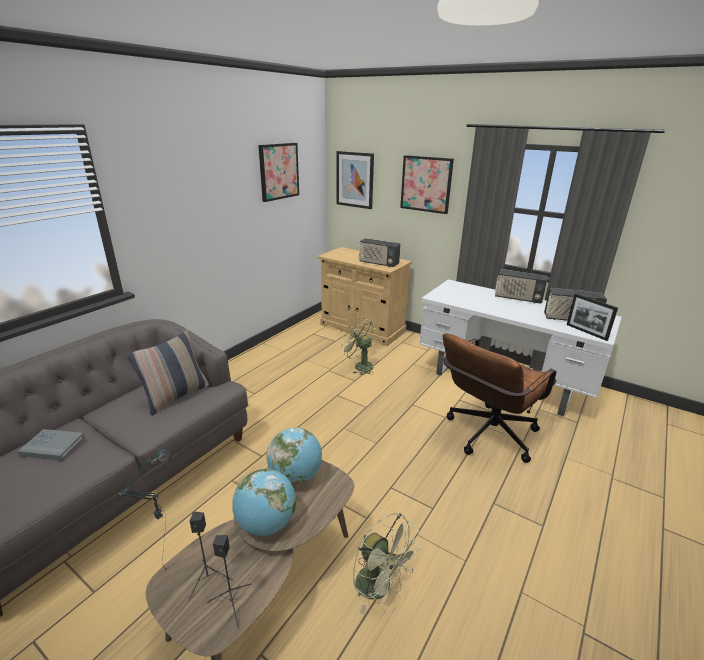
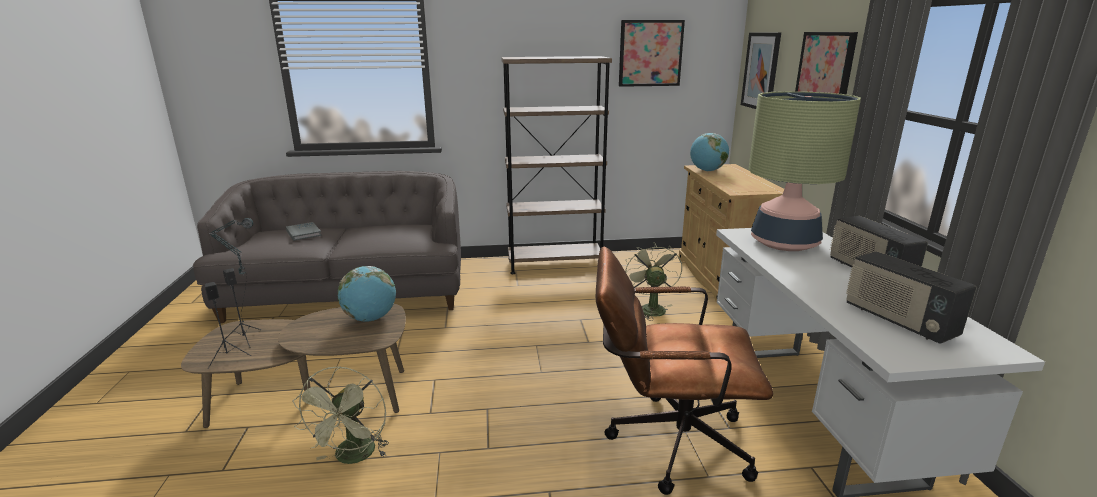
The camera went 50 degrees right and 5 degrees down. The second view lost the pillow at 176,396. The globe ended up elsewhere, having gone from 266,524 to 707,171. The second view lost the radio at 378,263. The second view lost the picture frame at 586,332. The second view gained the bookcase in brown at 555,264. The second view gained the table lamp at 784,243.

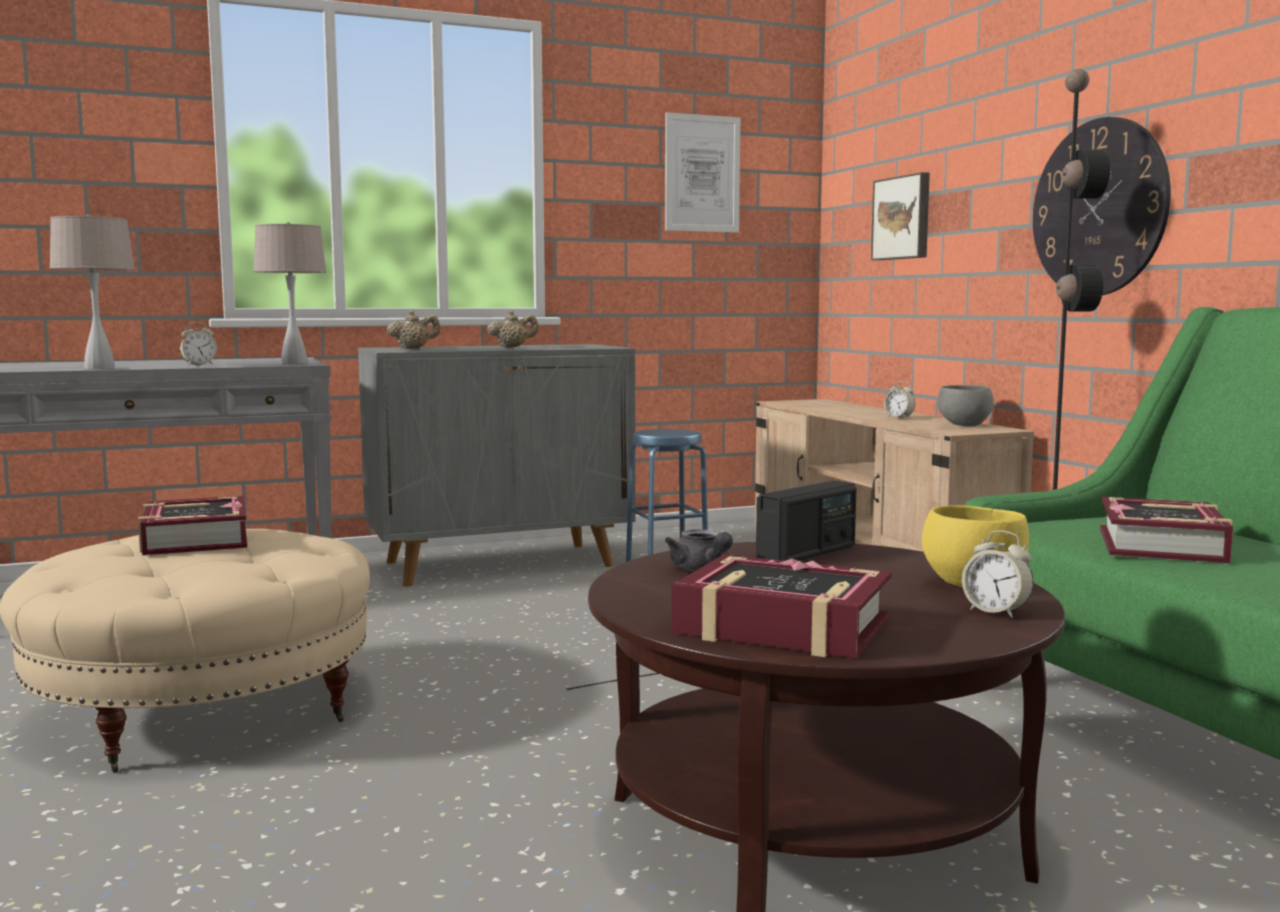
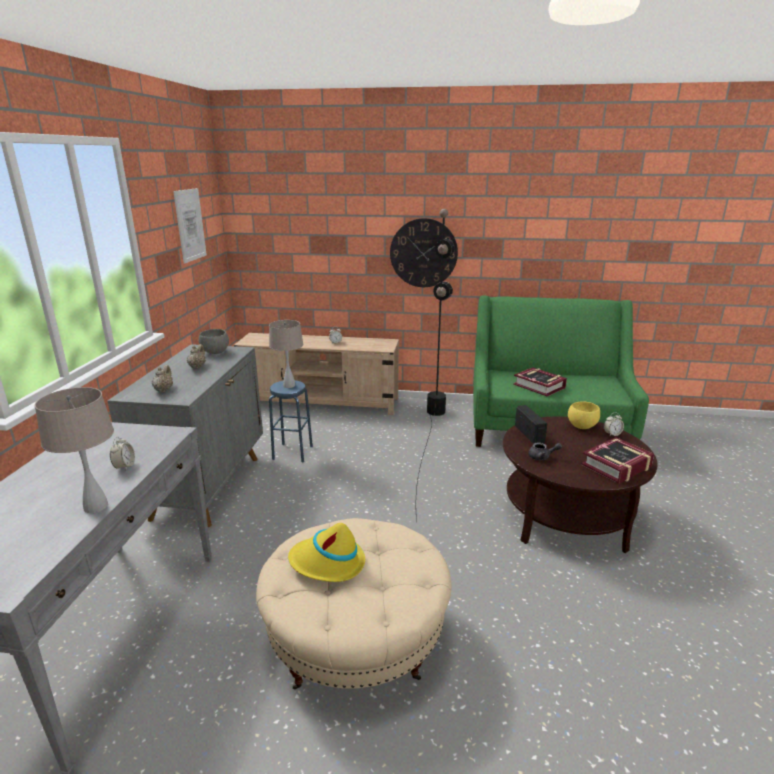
The camera went 60 degrees left and 15 degrees up. Where the book stood at 195,540, the hat in yellow came to stand at 327,563. The table lamp in beige ended up elsewhere, having gone from 294,362 to 289,385. The second view lost the picture at 903,218. The bowl in grey ended up elsewhere, having gone from 965,425 to 216,352.

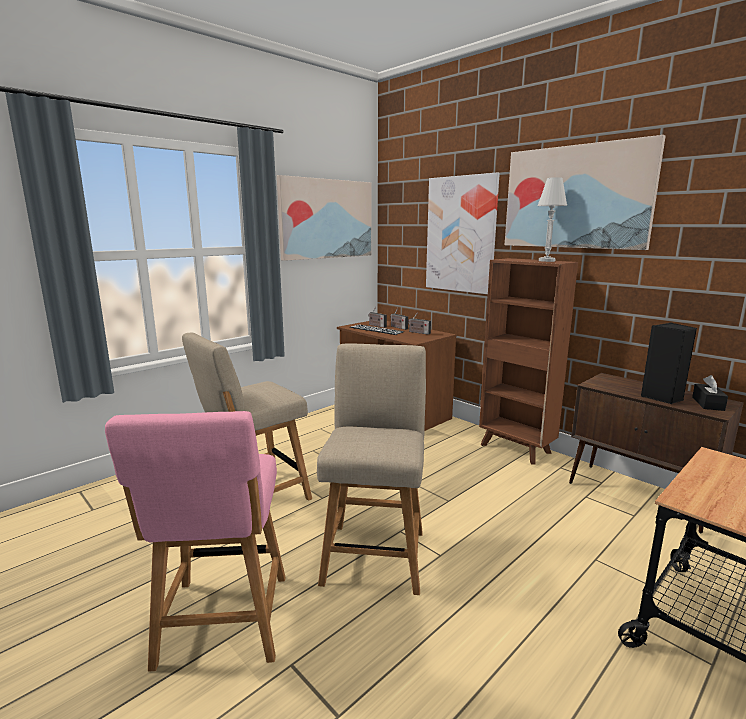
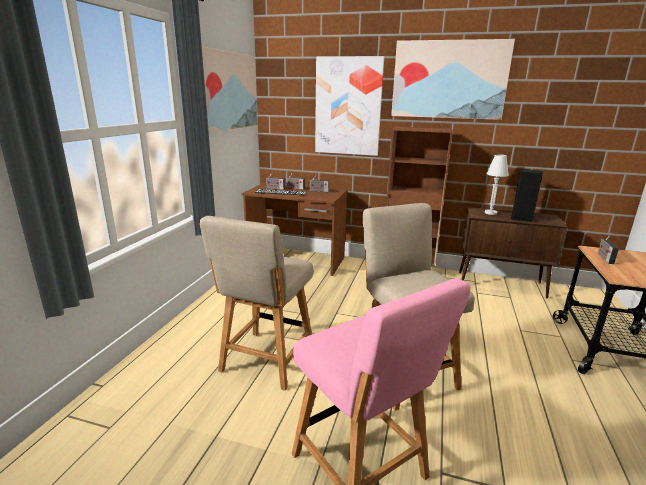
The camera went 30 degrees left and 5 degrees up. The table lamp in white ended up elsewhere, having gone from 546,261 to 490,213. The second view lost the tissue box in black at 708,404. The second view gained the radio at 604,258.

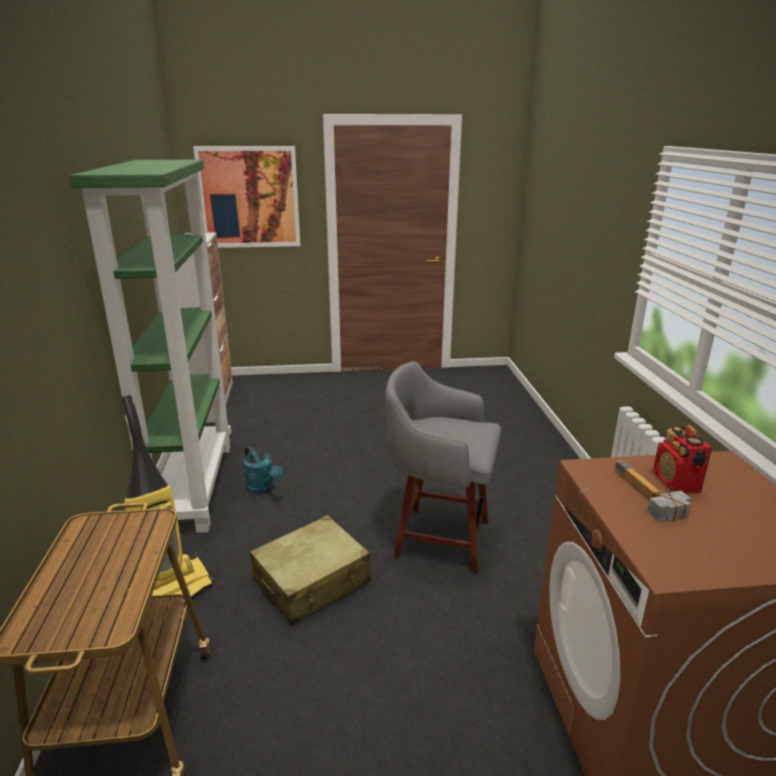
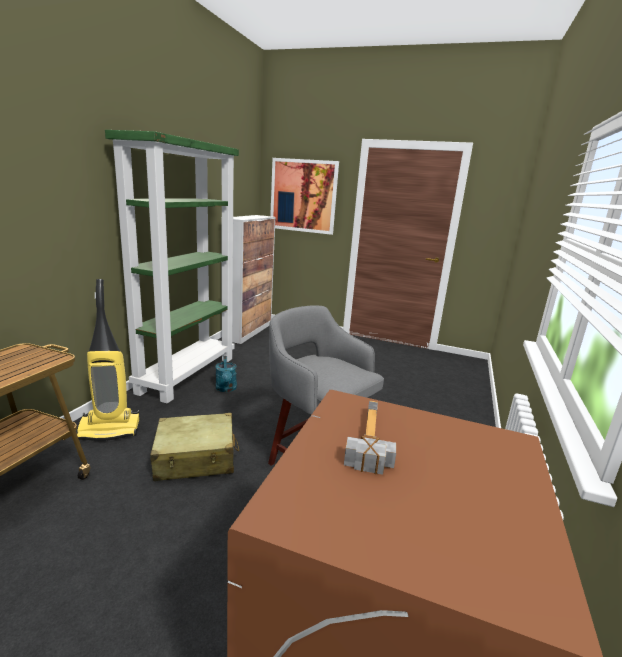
The camera went 25 degrees right and 5 degrees down. The second view lost the radio at 676,483.

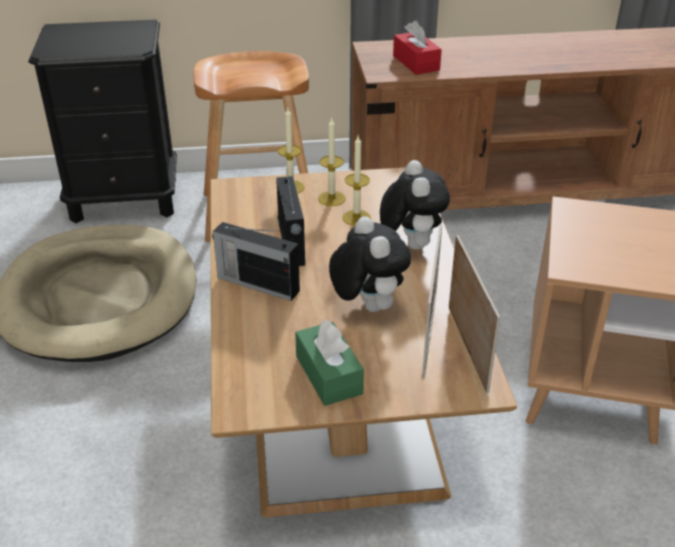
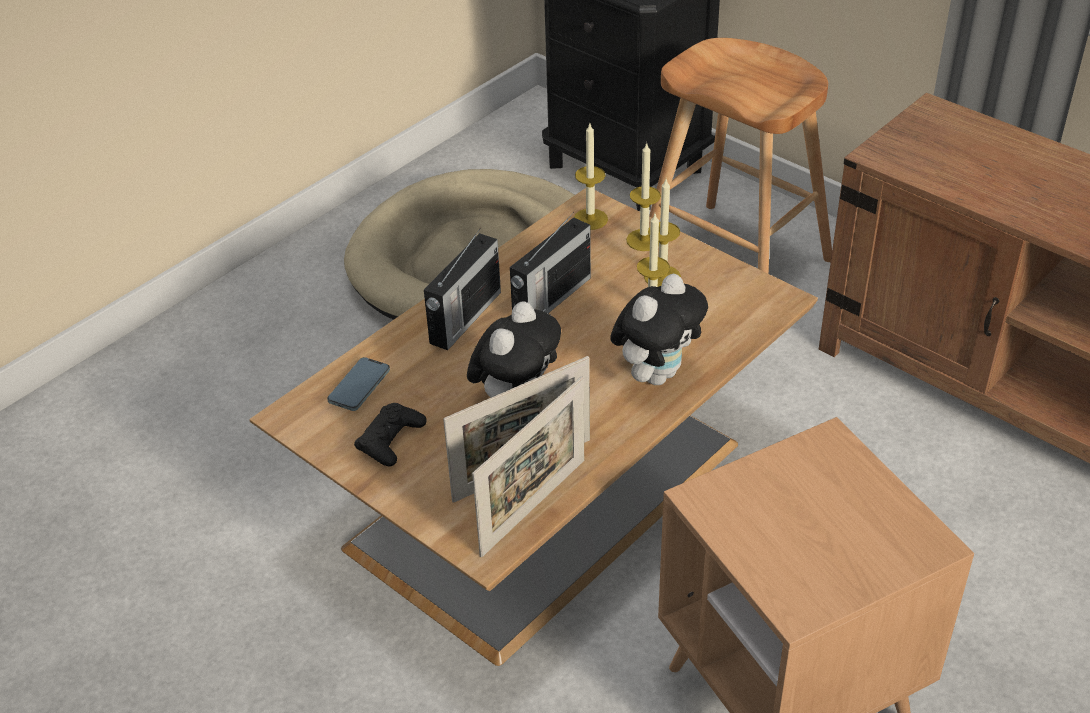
The camera went 50 degrees right and 5 degrees up. The radio at 256,283 ended up facing another way, 135 degrees counterclockwise from before. Where the tissue box in green stood at 328,375, the game controller in black came to stand at 391,440. The second view lost the tissue box in red at 416,63. The second view gained the phone at 359,387. The second view gained the candle at 590,219.

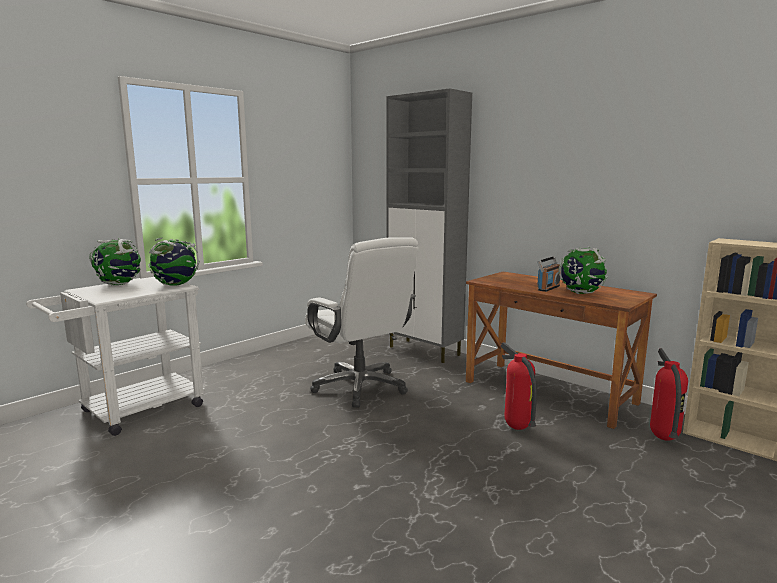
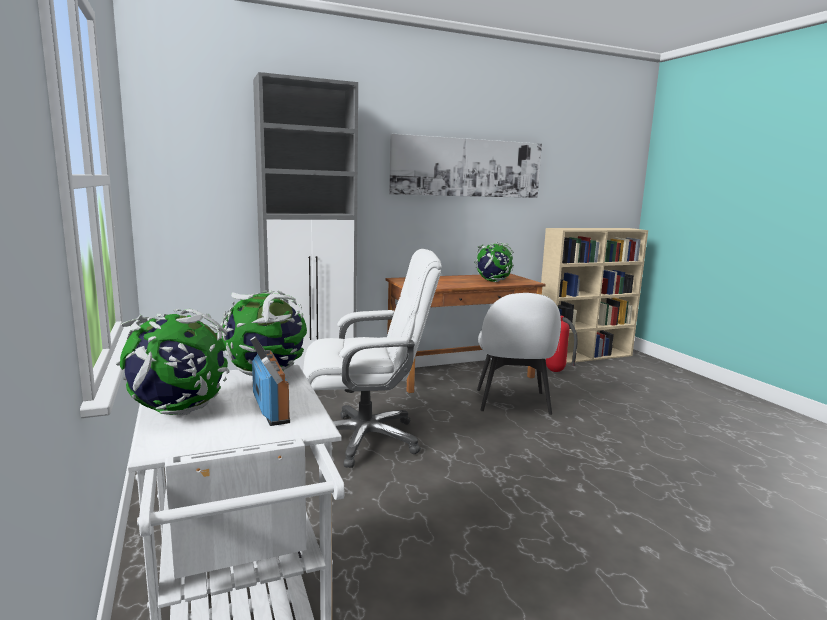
The camera went 65 degrees left and 0 degrees up. Where the fire extinguisher stood at 516,428, the chair in white came to stand at 512,402. The radio ended up elsewhere, having gone from 548,288 to 271,410. The second view gained the picture at 467,167.

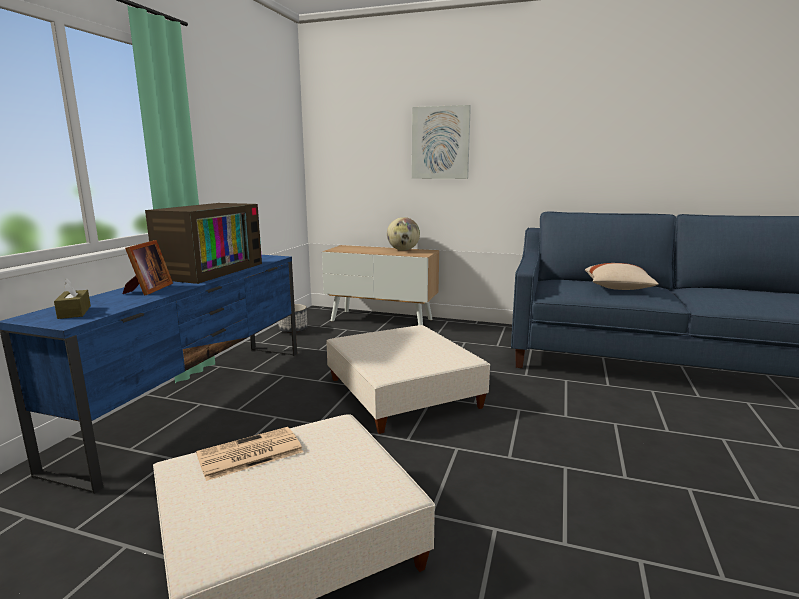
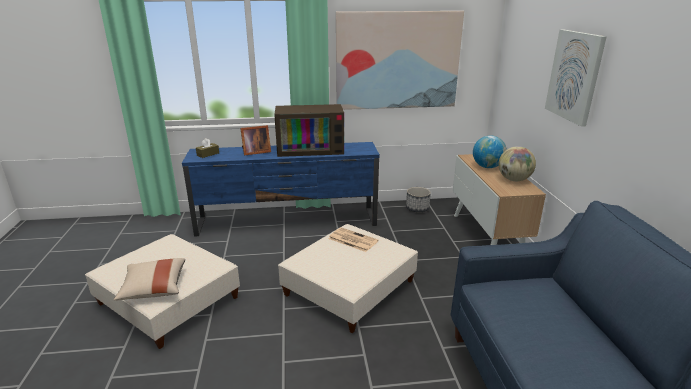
The camera went 65 degrees right and 10 degrees up. The newspaper ended up elsewhere, having gone from 249,454 to 352,240. The pillow in beige ended up elsewhere, having gone from 618,288 to 154,288. The second view gained the picture at 397,61. The second view gained the globe at 487,167.

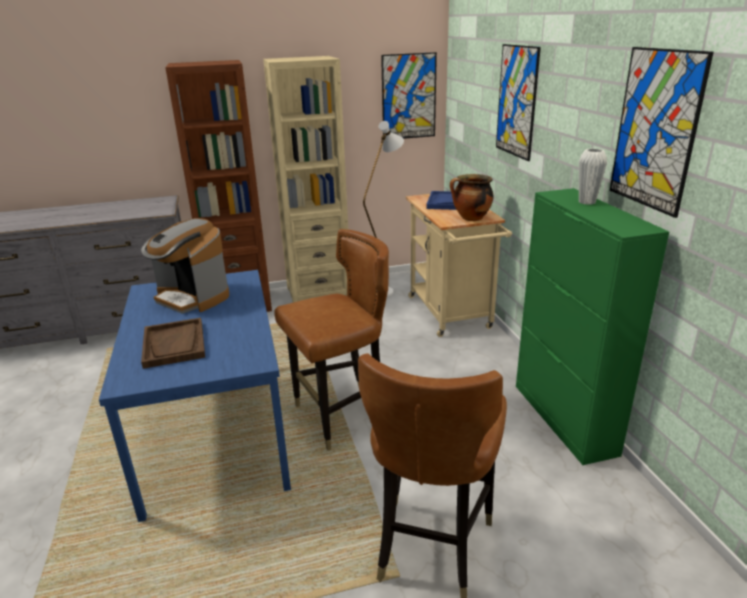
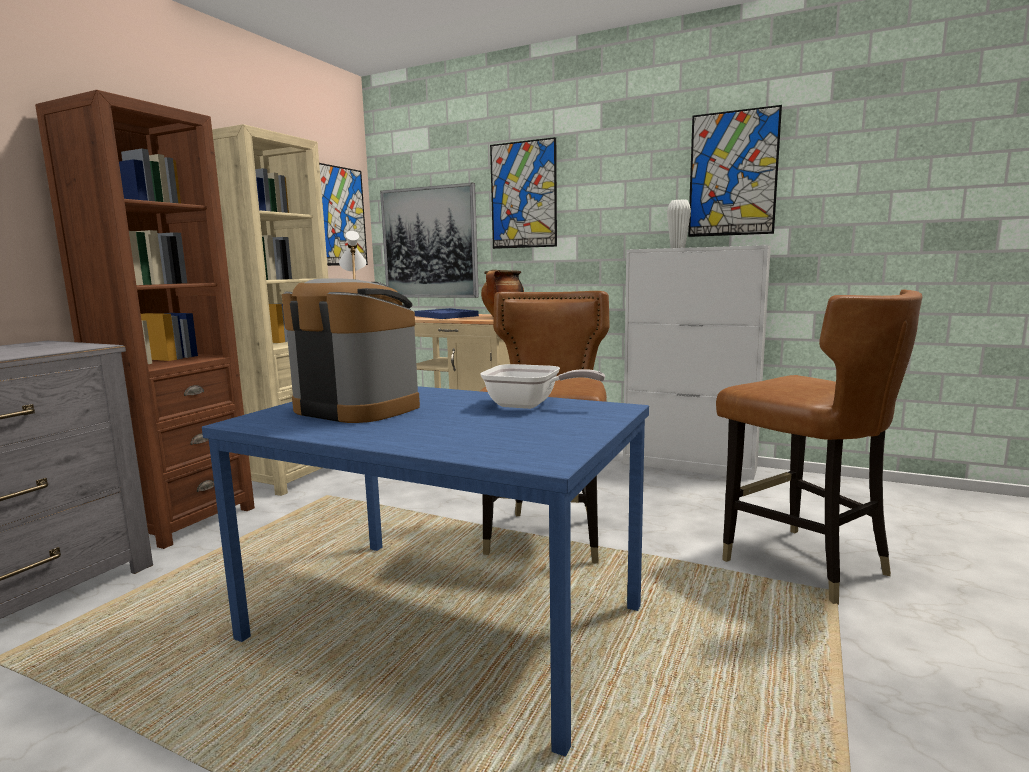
The camera went 50 degrees left and 15 degrees down. The coffee machine at 192,298 ended up facing another way, 135 degrees counterclockwise from before. The second view lost the tray in brown at 174,344. What was the cabinet in green at 564,419 turned into the cabinet in white at 689,465. The second view gained the picture at 430,243. The second view gained the frying pan at 530,405.

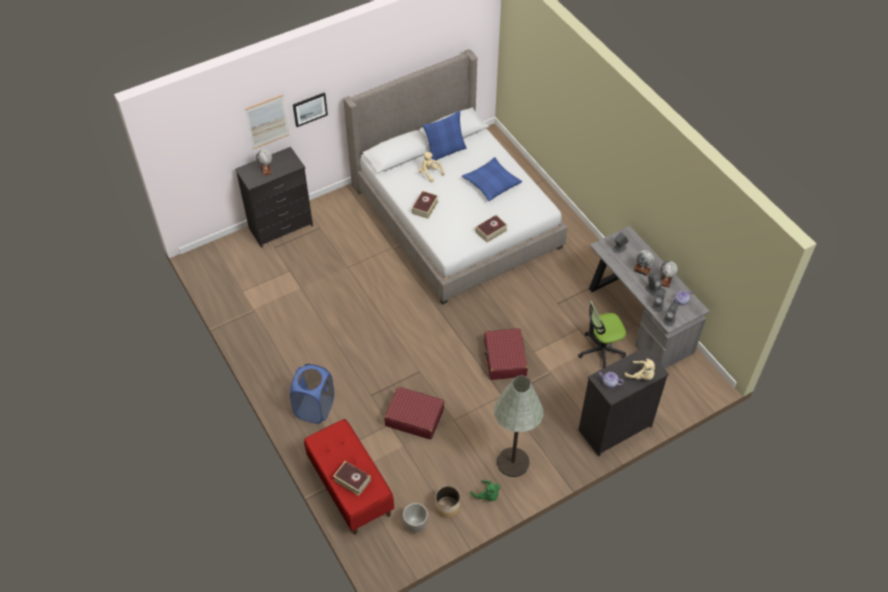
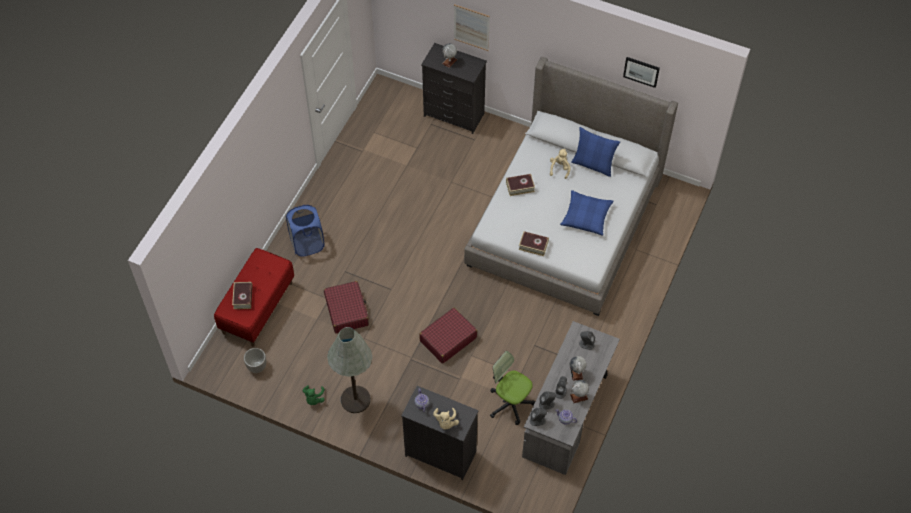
The camera went 55 degrees right and 5 degrees up. The picture ended up elsewhere, having gone from 309,109 to 641,71. The second view lost the planter at 447,507.

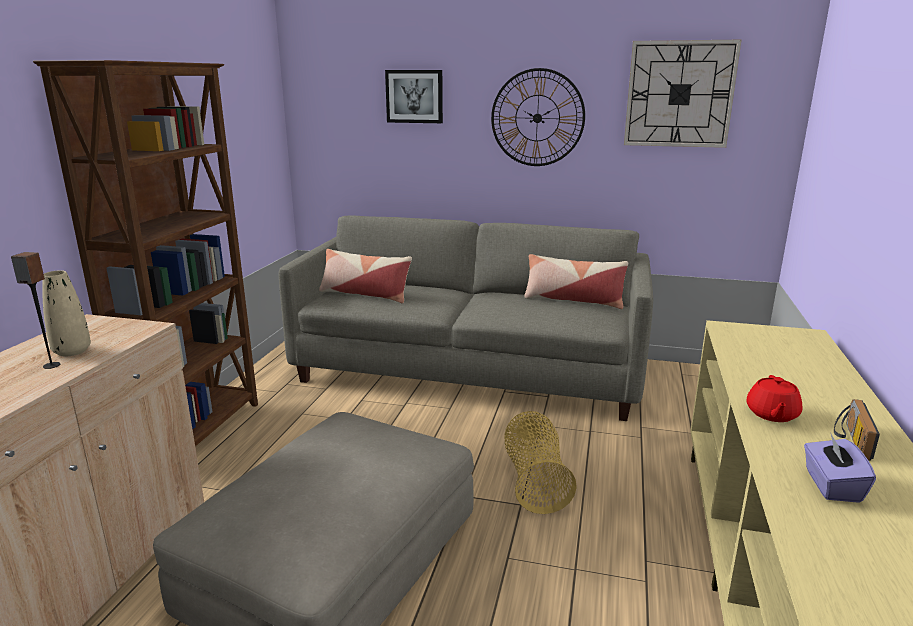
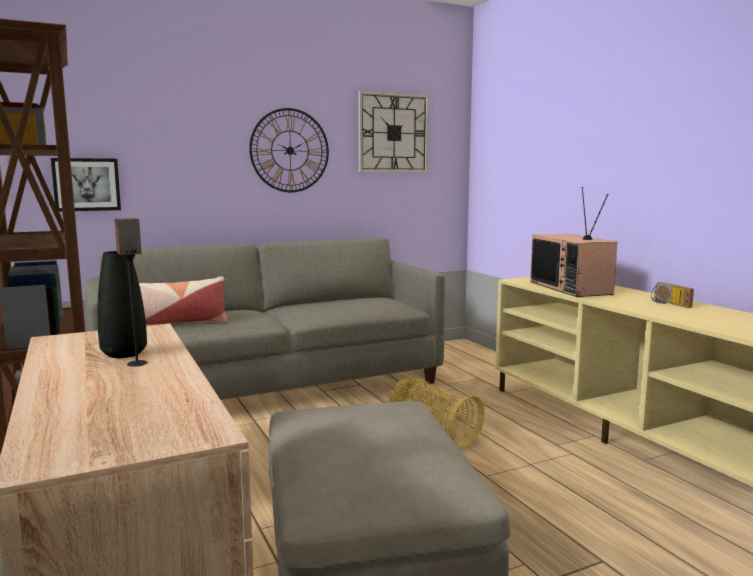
The camera went 40 degrees left and 10 degrees down. What was the vase in beige at 72,351 turned into the vase in black at 124,354. The picture ended up elsewhere, having gone from 414,96 to 86,184. The second view lost the pillow at 573,300. The second view lost the teapot in red at 771,414. The second view lost the tissue box in purple at 831,485. The second view gained the television at 572,288.

